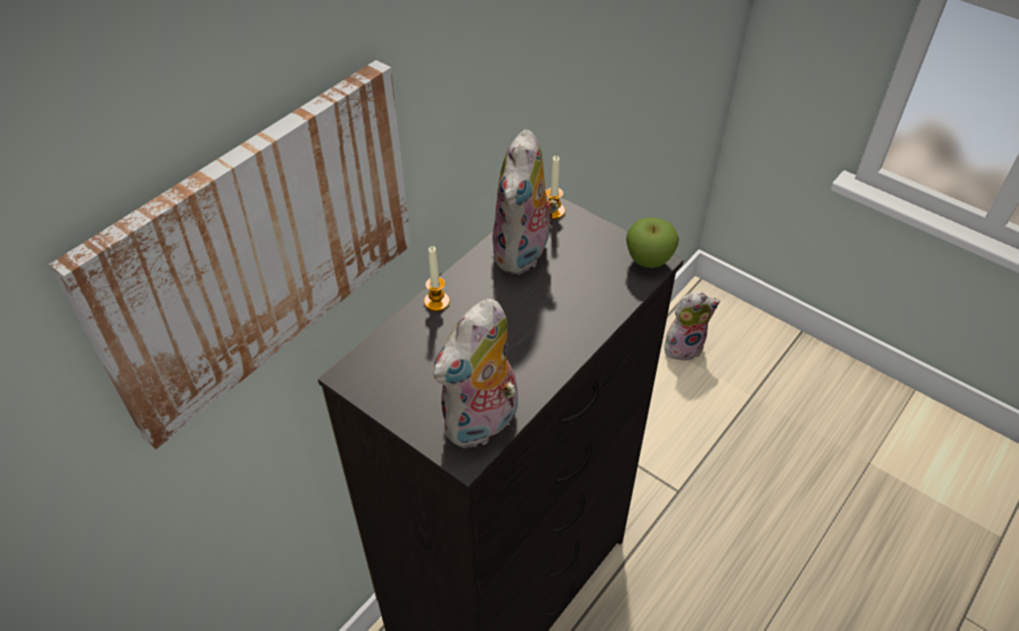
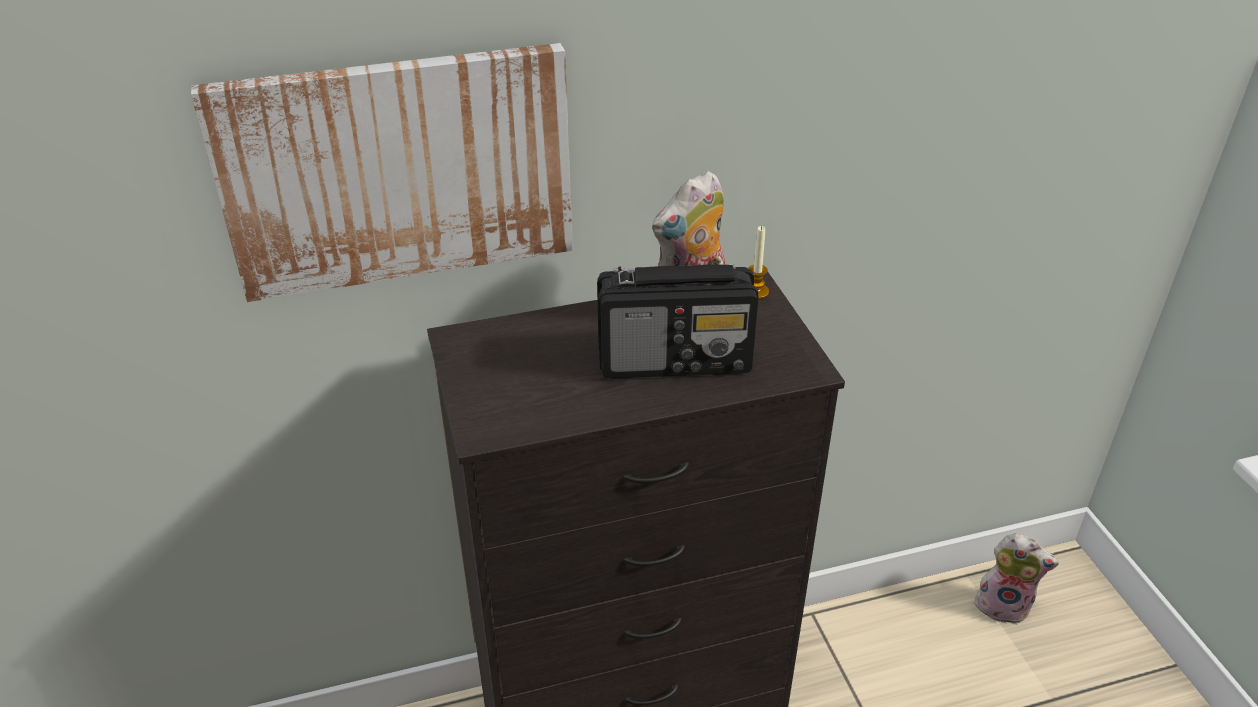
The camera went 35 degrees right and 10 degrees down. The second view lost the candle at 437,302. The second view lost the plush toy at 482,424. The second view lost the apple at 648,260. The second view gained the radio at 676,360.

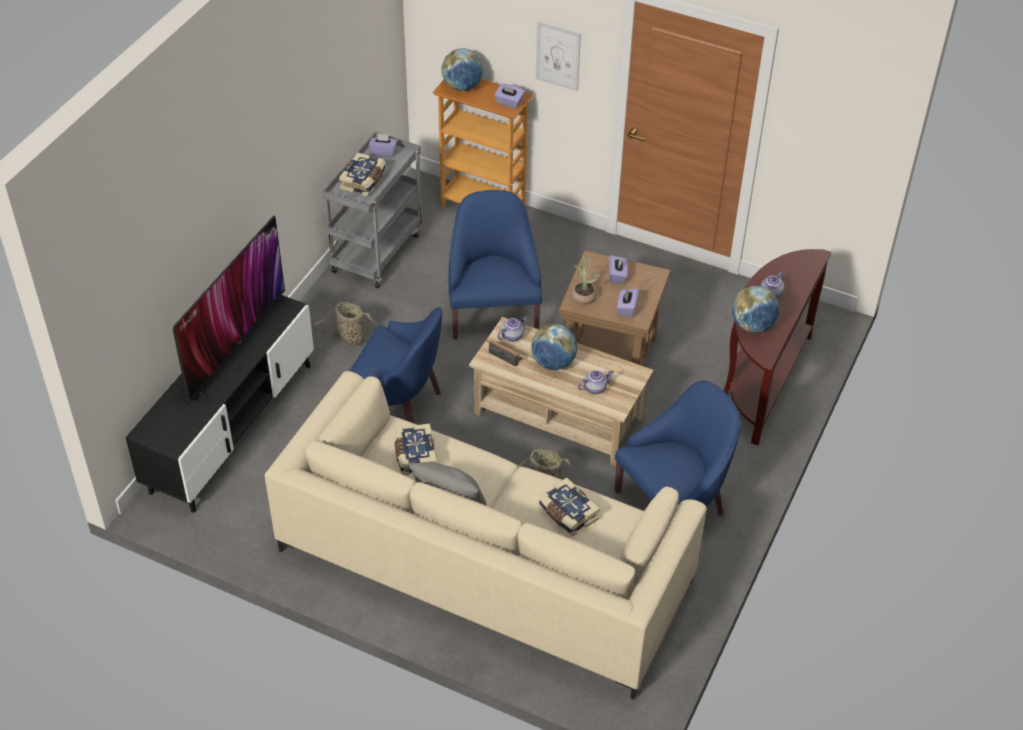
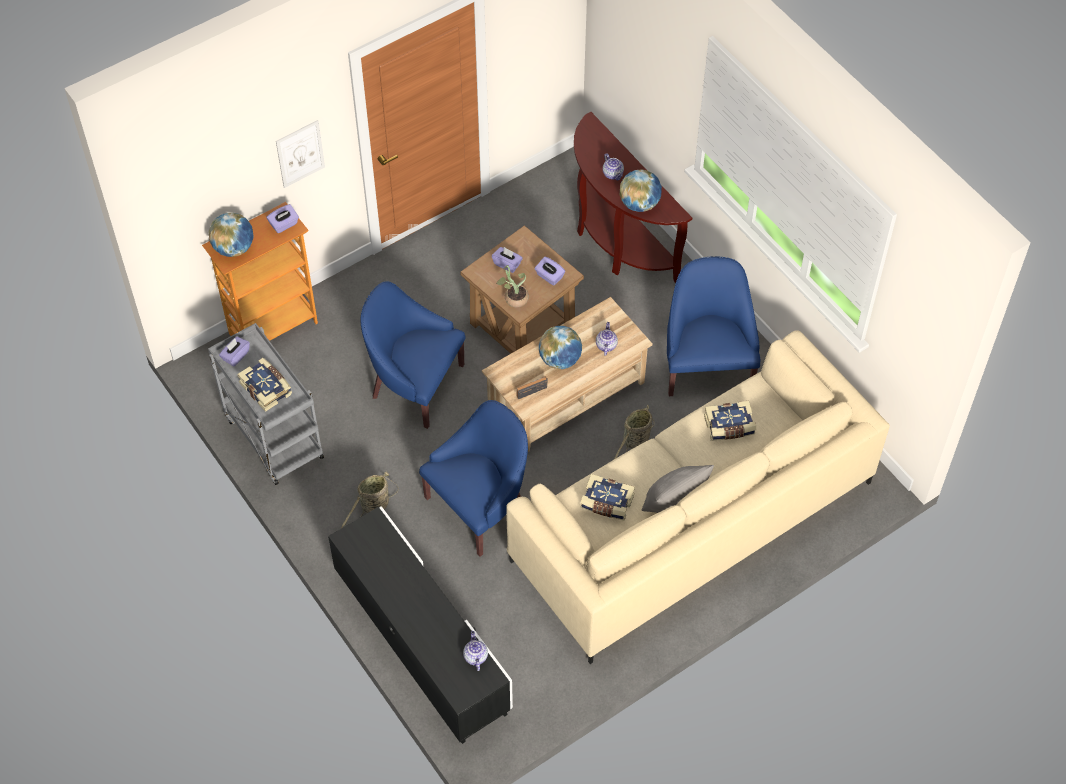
The camera went 60 degrees left and 10 degrees up. The second view lost the television at 235,347. The teapot ended up elsewhere, having gone from 512,336 to 475,656.

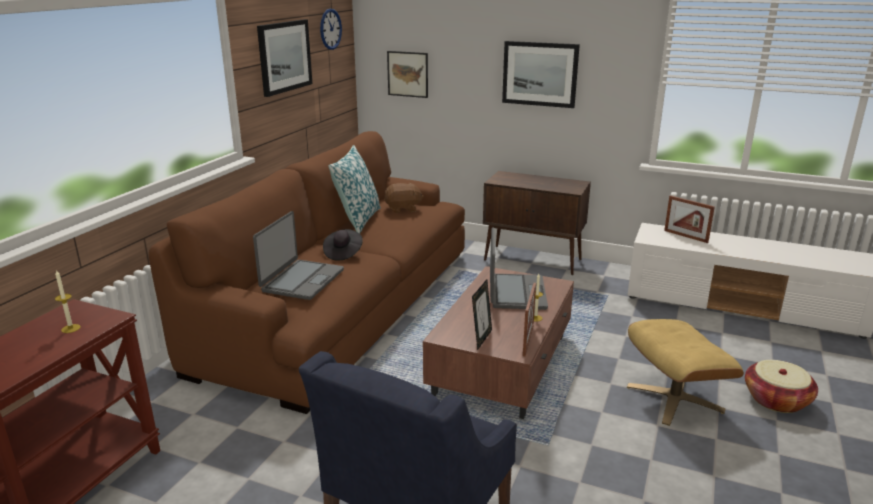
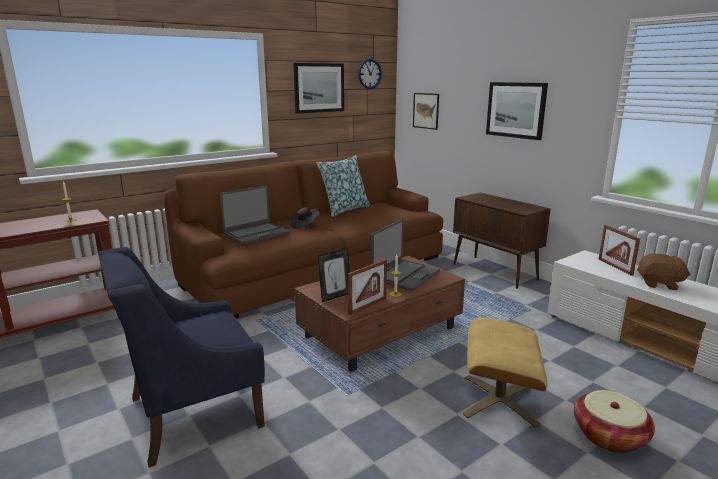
The camera went 30 degrees right and 5 degrees down. The plush toy in brown ended up elsewhere, having gone from 403,209 to 659,284.

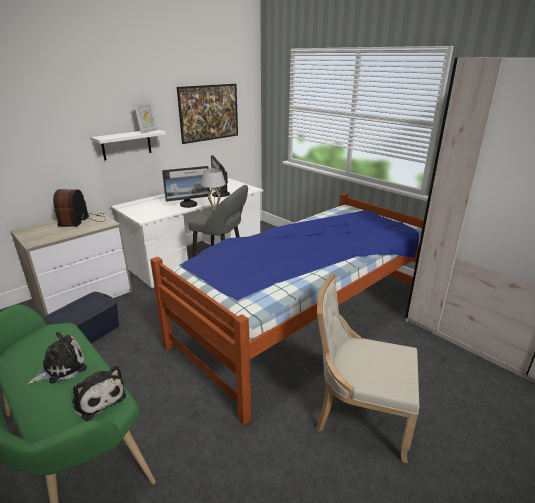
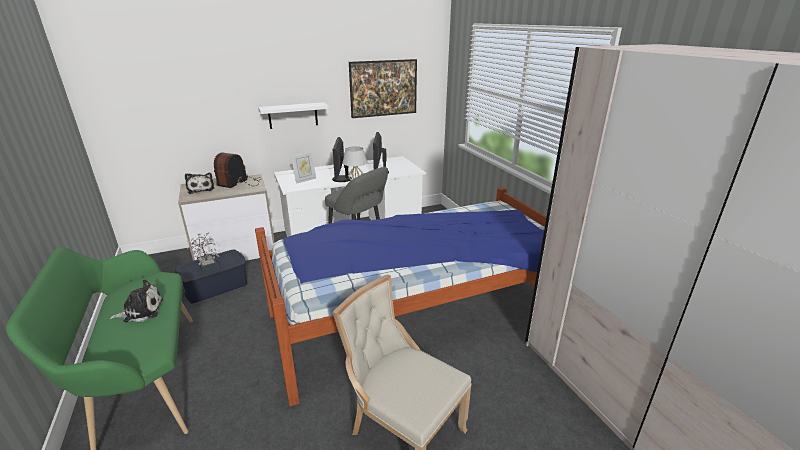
The camera went 20 degrees right and 0 degrees up. The plush toy ended up elsewhere, having gone from 98,398 to 201,189. The picture frame ended up elsewhere, having gone from 148,131 to 305,180. The monitor at 189,204 ended up facing another way, 90 degrees clockwise from before. The second view gained the potted plant at 208,265.

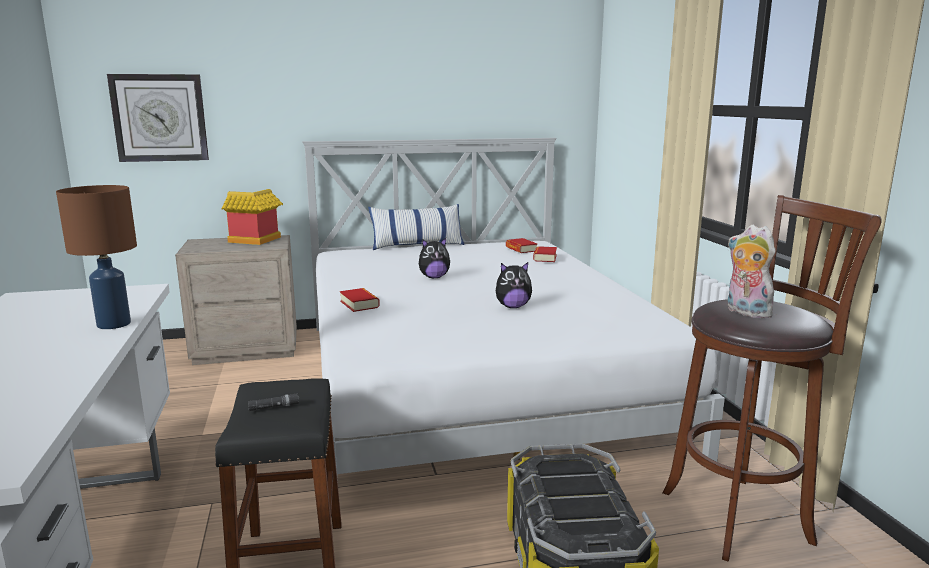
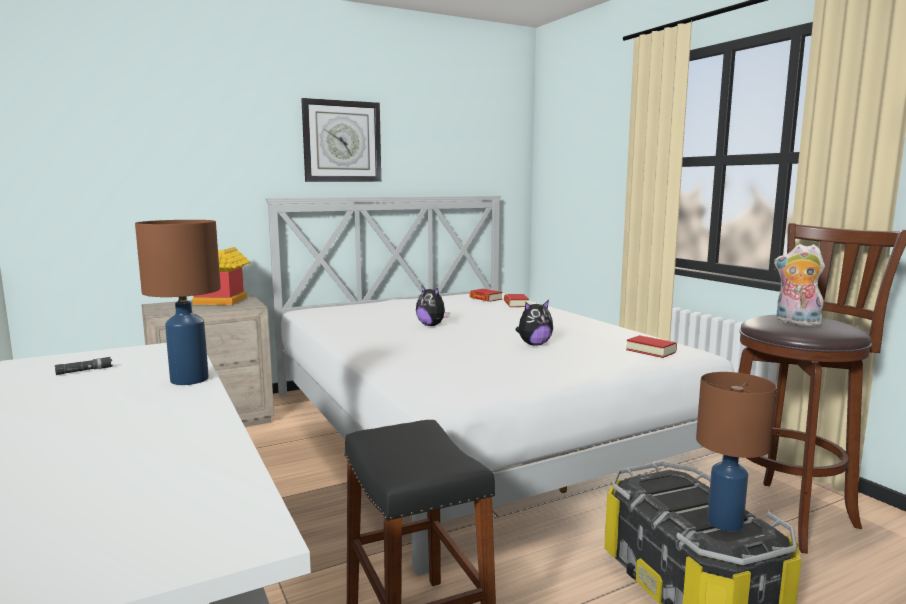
The camera went 15 degrees left and 5 degrees down. The wall clock ended up elsewhere, having gone from 160,118 to 342,141. The flashlight in black ended up elsewhere, having gone from 274,407 to 84,371. The book ended up elsewhere, having gone from 359,304 to 651,351. The second view lost the pillow at 417,245. The plush toy at 434,277 ended up facing another way, 75 degrees clockwise from before. The second view gained the table lamp in brown at 725,523.

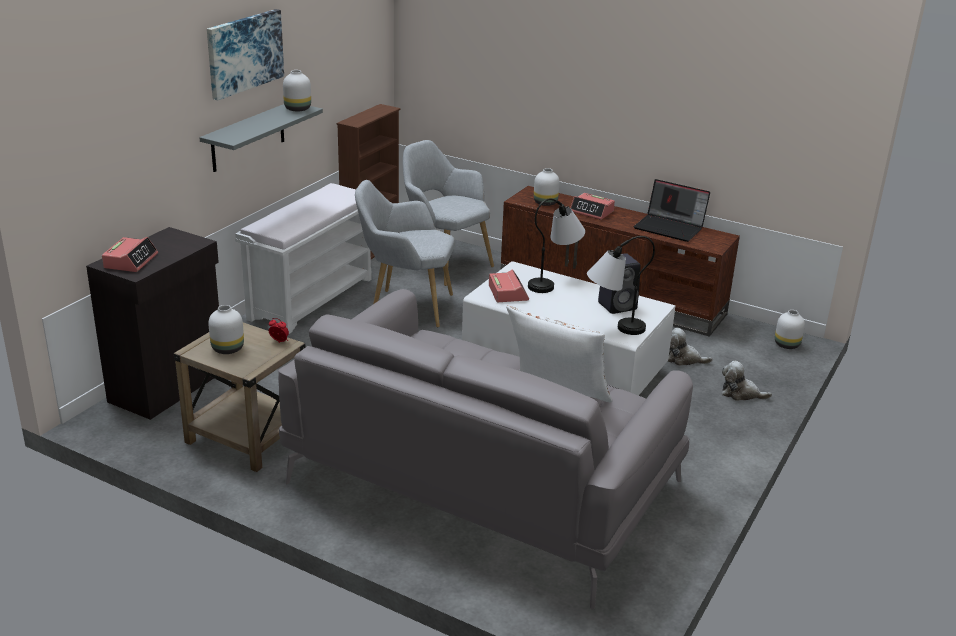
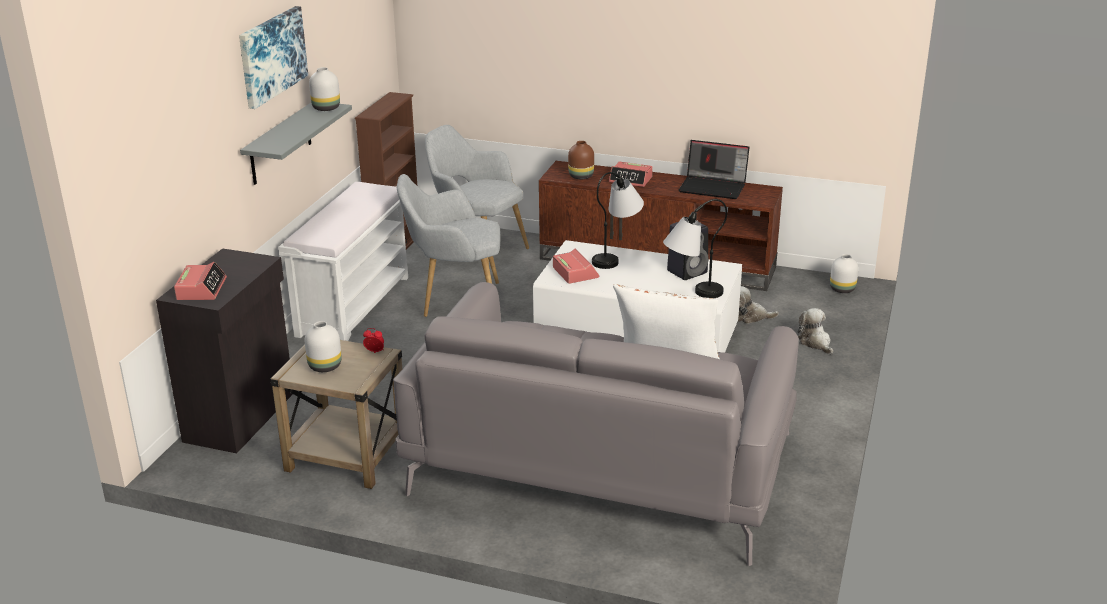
The camera went 10 degrees left and 0 degrees up. What was the vase in white at 545,203 turned into the vase in brown at 581,176. The plush toy at 741,393 ended up facing another way, 60 degrees clockwise from before.

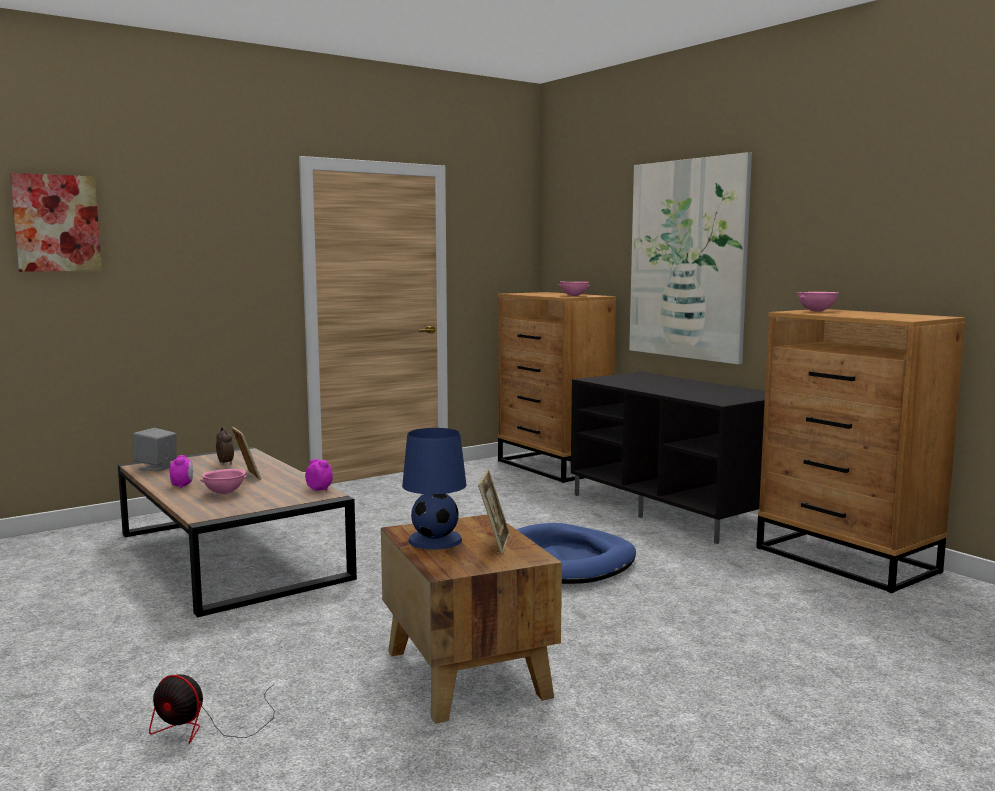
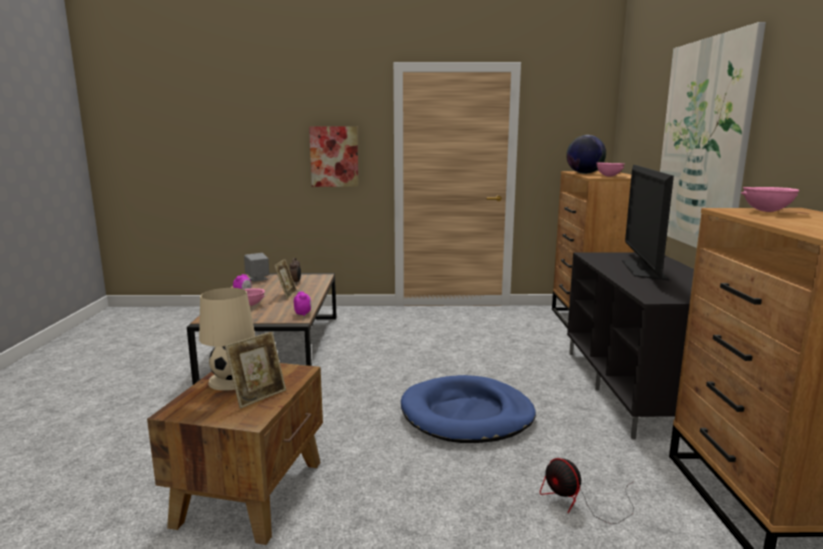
The camera went 35 degrees right and 5 degrees up. The picture ended up elsewhere, having gone from 56,223 to 334,156. The fan ended up elsewhere, having gone from 208,726 to 581,502. What was the table lamp in blue at 435,540 turned into the table lamp in beige at 231,380. The second view gained the globe at 584,173. The second view gained the television at 642,269.

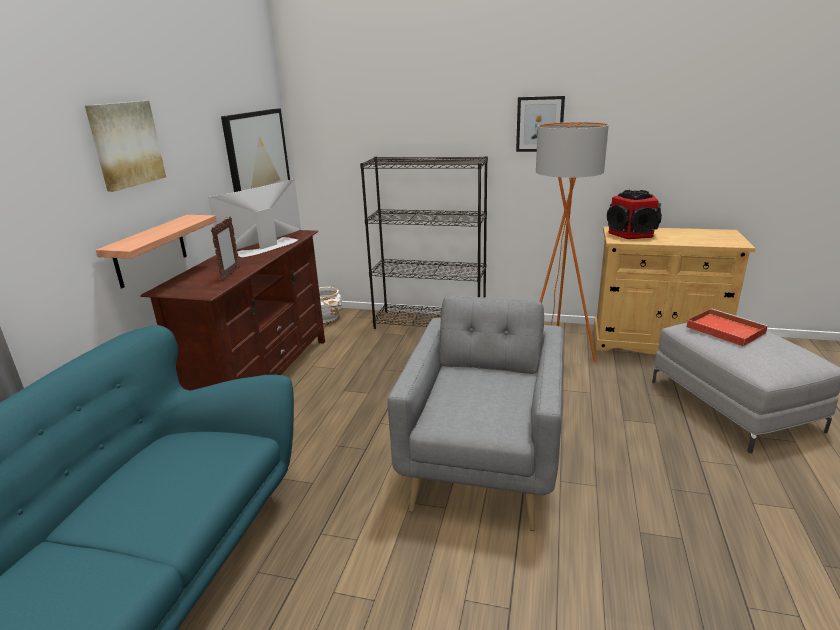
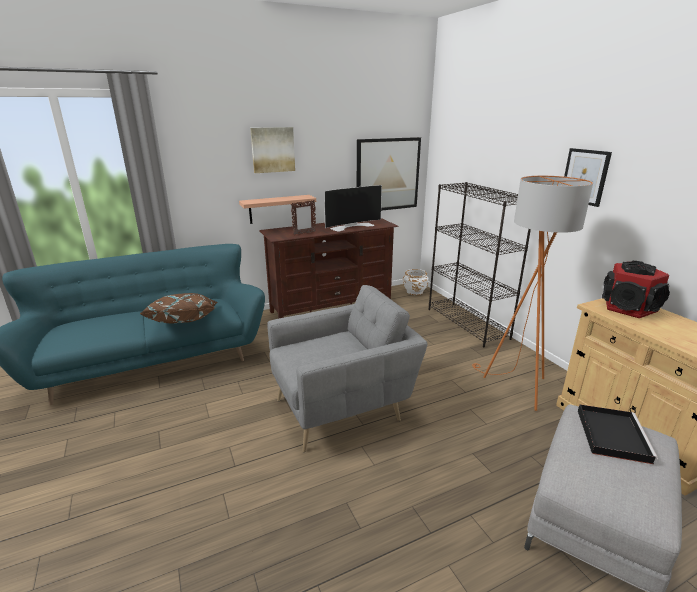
The camera went 50 degrees right and 0 degrees up. The television at 267,247 ended up facing another way, 150 degrees clockwise from before. What was the tray in red at 724,329 turned into the tray in black at 611,434. The second view gained the pillow in brown at 185,320.

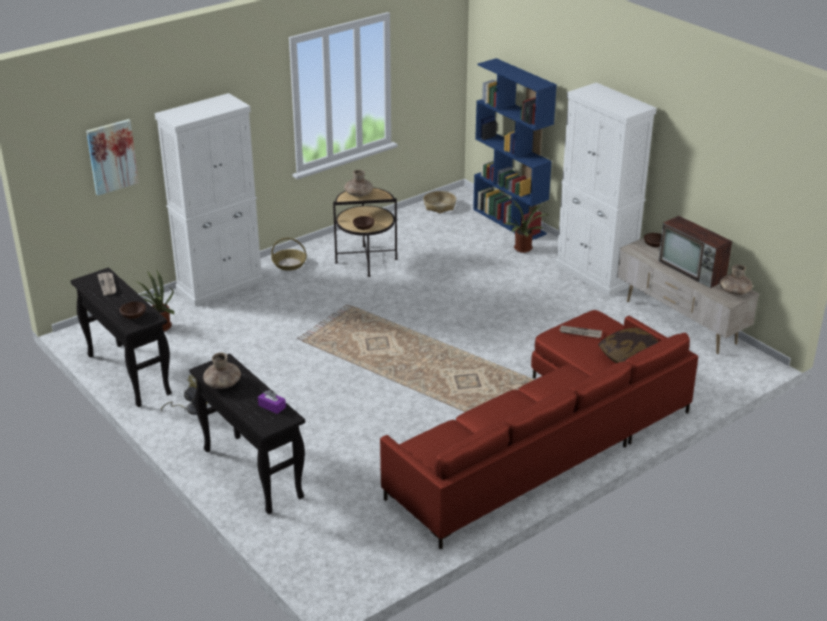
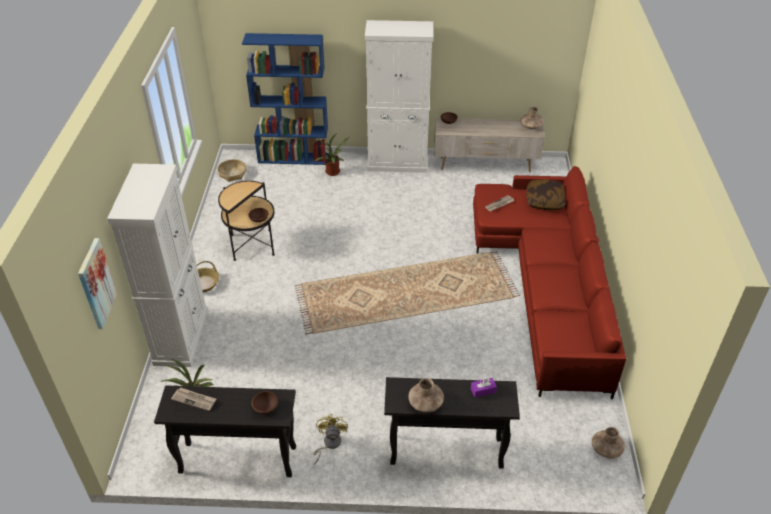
The camera went 50 degrees left and 10 degrees up. The vase in brown ended up elsewhere, having gone from 358,194 to 606,449. The second view lost the television at 693,271.

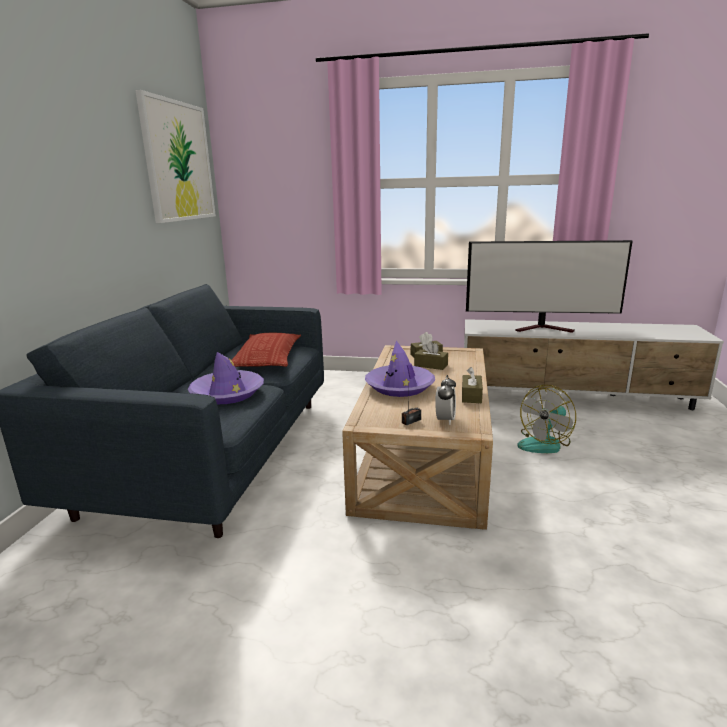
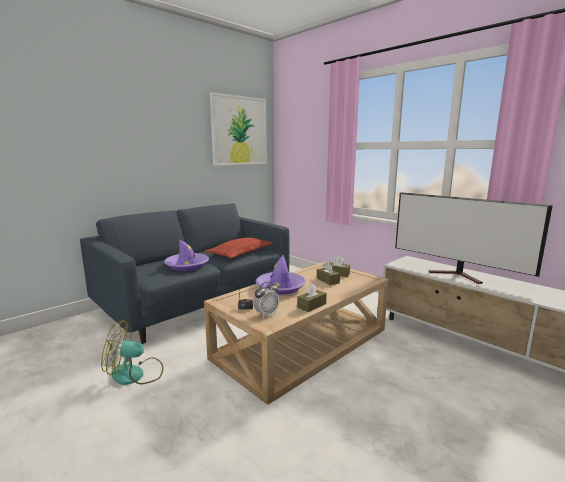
The camera went 35 degrees right and 5 degrees down. The fan ended up elsewhere, having gone from 545,443 to 135,374.

